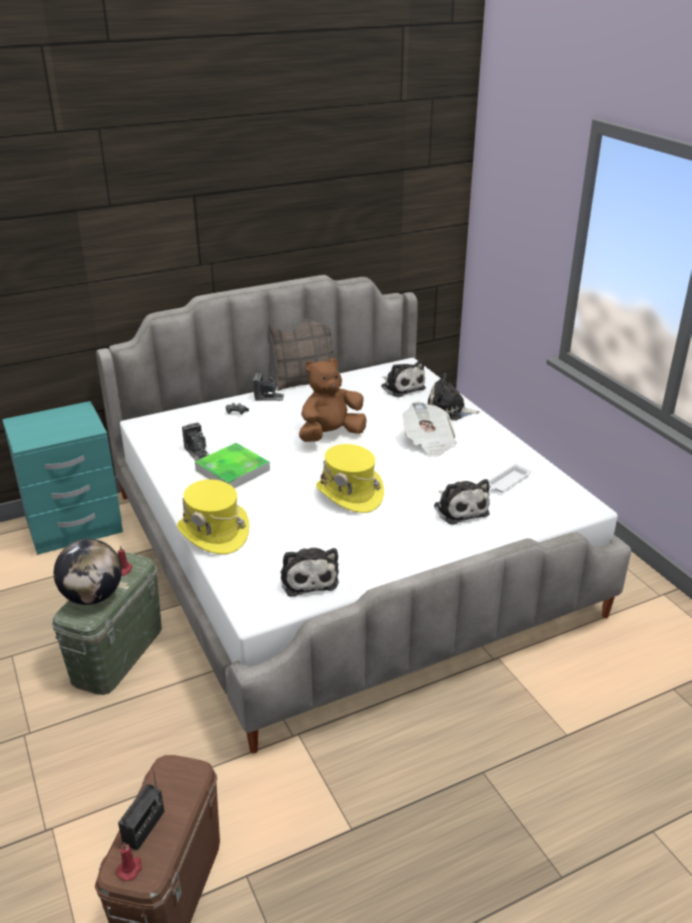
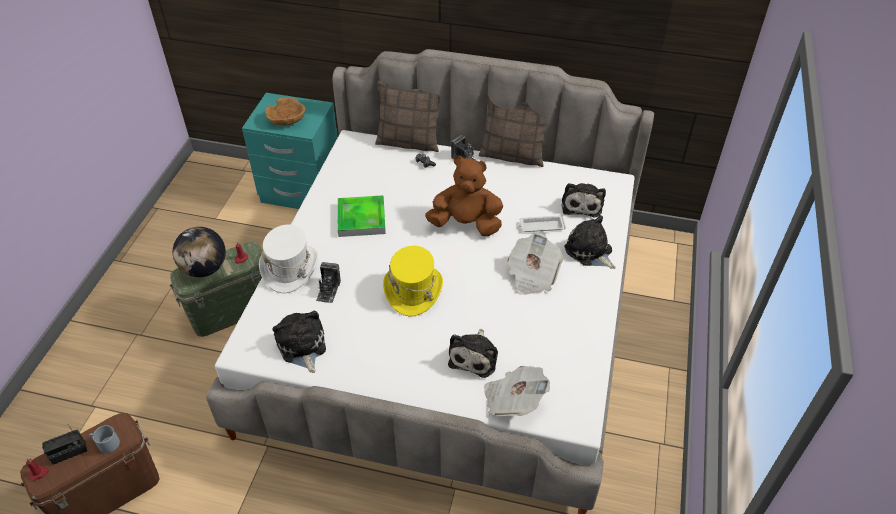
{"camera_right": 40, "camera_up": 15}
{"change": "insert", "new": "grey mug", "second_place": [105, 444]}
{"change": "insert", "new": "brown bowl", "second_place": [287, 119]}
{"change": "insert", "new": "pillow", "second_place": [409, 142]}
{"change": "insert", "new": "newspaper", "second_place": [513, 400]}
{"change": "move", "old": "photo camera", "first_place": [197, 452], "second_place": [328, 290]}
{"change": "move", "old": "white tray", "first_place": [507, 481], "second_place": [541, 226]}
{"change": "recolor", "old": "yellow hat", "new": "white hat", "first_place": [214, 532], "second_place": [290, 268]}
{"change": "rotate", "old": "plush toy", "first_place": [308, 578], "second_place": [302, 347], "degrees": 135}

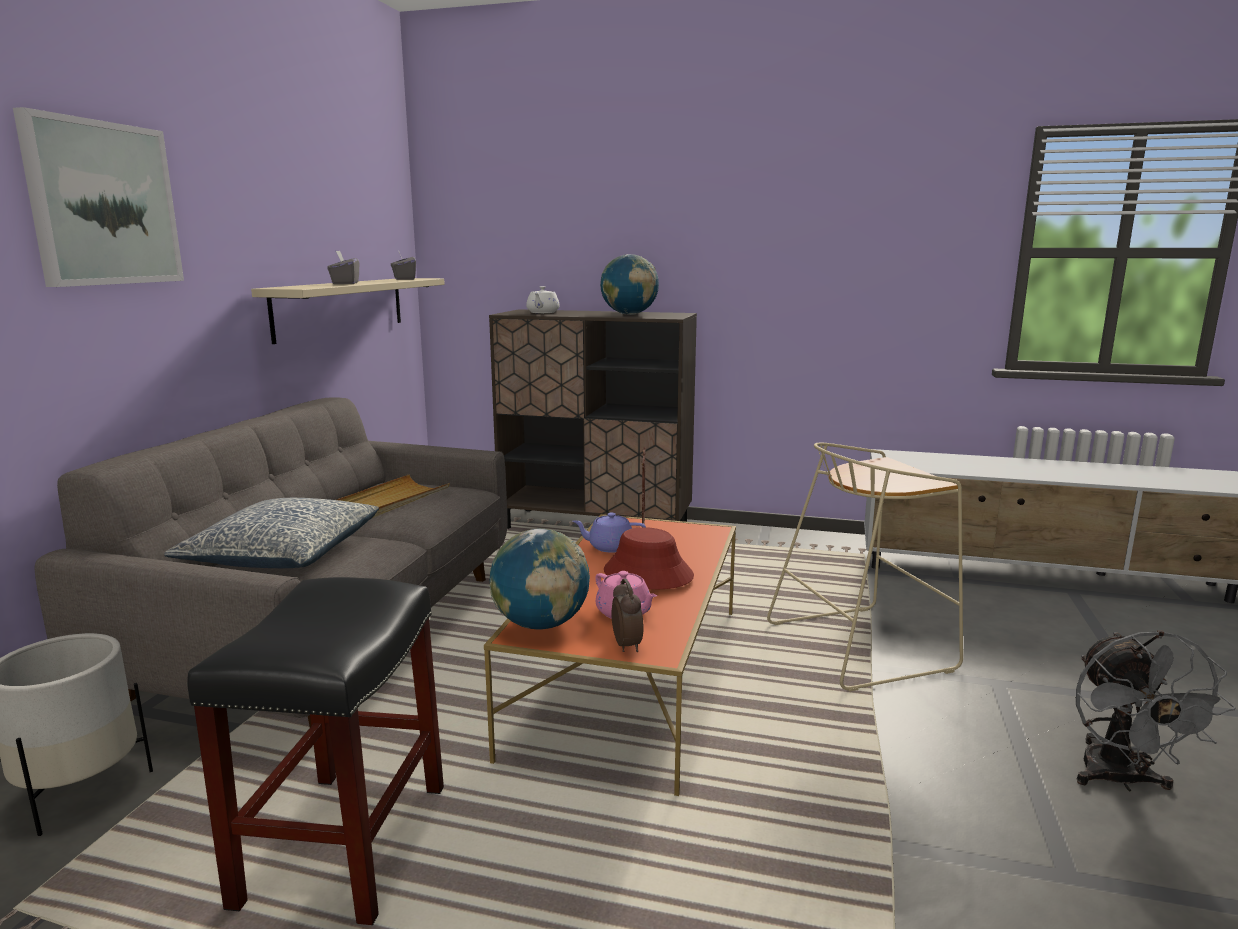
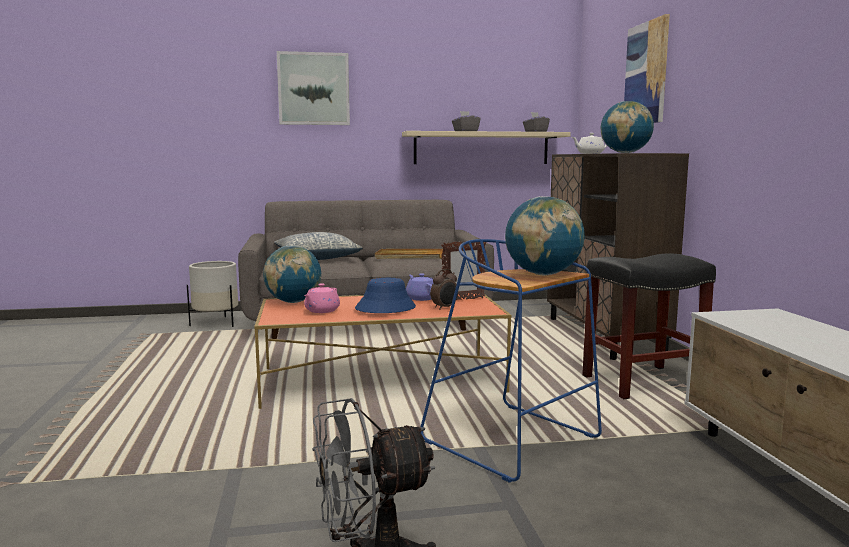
{"camera_right": 65, "camera_up": -5}
{"change": "insert", "new": "globe", "second_place": [543, 274]}
{"change": "insert", "new": "picture", "second_place": [646, 73]}
{"change": "move", "old": "black stool", "first_place": [344, 841], "second_place": [643, 381]}
{"change": "move", "old": "alarm clock", "first_place": [627, 645], "second_place": [444, 308]}
{"change": "recolor", "old": "red hat", "new": "blue hat", "first_place": [647, 574], "second_place": [385, 308]}
{"change": "recolor", "old": "beige stool", "new": "blue stool", "first_place": [861, 645], "second_place": [514, 440]}

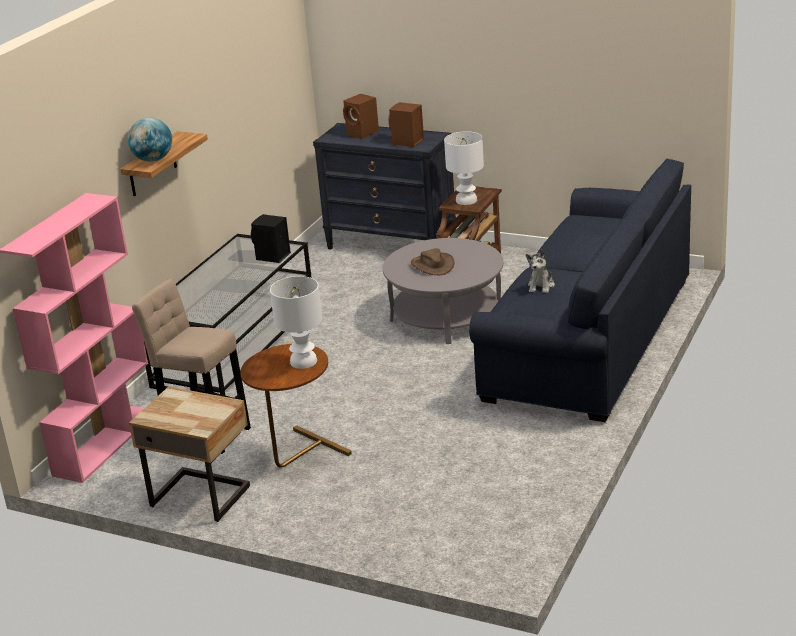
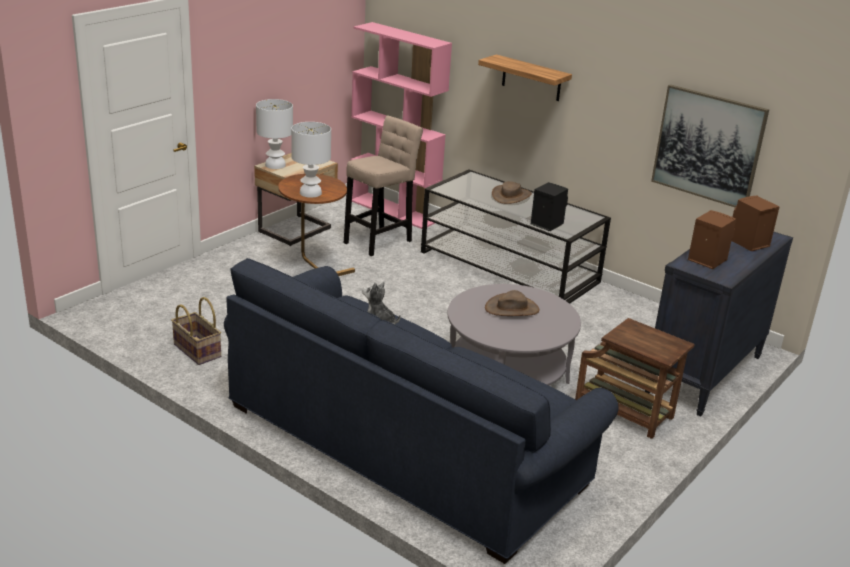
{"camera_right": 100, "camera_up": 0}
{"change": "delete", "old": "globe", "first_place": [153, 160]}
{"change": "insert", "new": "basket", "second_place": [196, 351]}
{"change": "insert", "new": "brown hat", "second_place": [511, 196]}
{"change": "insert", "new": "picture", "second_place": [708, 146]}
{"change": "move", "old": "white table lamp", "first_place": [467, 200], "second_place": [275, 165]}

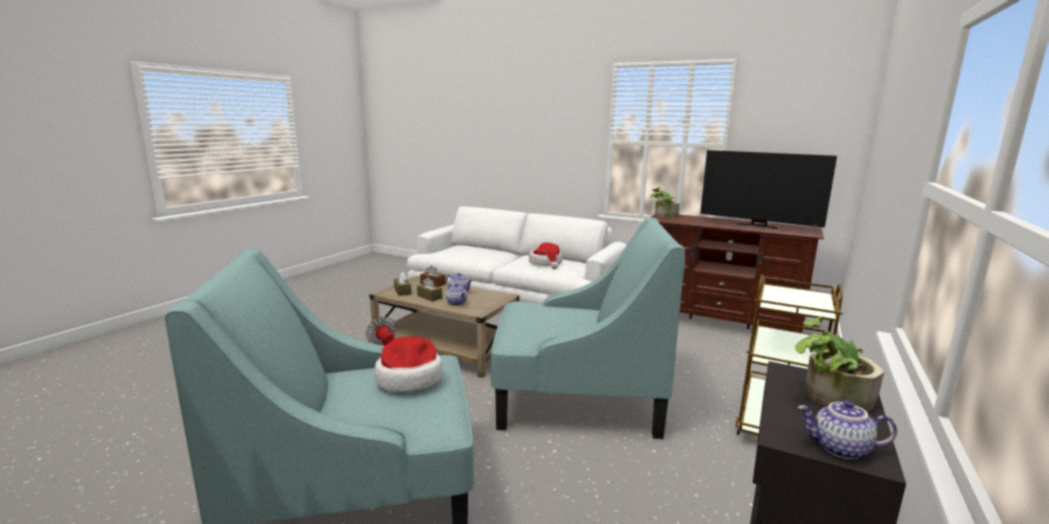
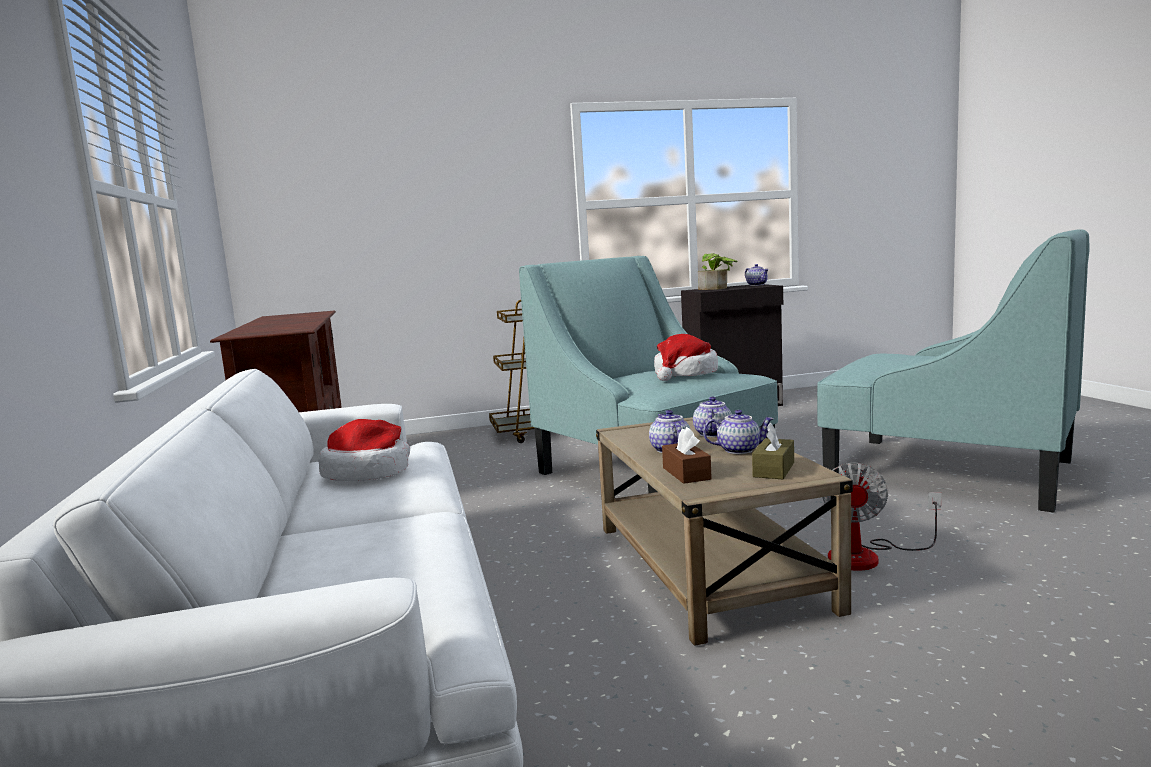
{"camera_right": -130, "camera_up": -5}
{"change": "delete", "old": "potted plant", "first_place": [663, 216]}
{"change": "delete", "old": "television", "first_place": [758, 226]}
{"change": "move", "old": "hat", "first_place": [409, 378], "second_place": [685, 374]}
{"change": "replace", "old": "brown tissue box", "new": "teapot", "first_place": [429, 297], "second_place": [739, 450]}

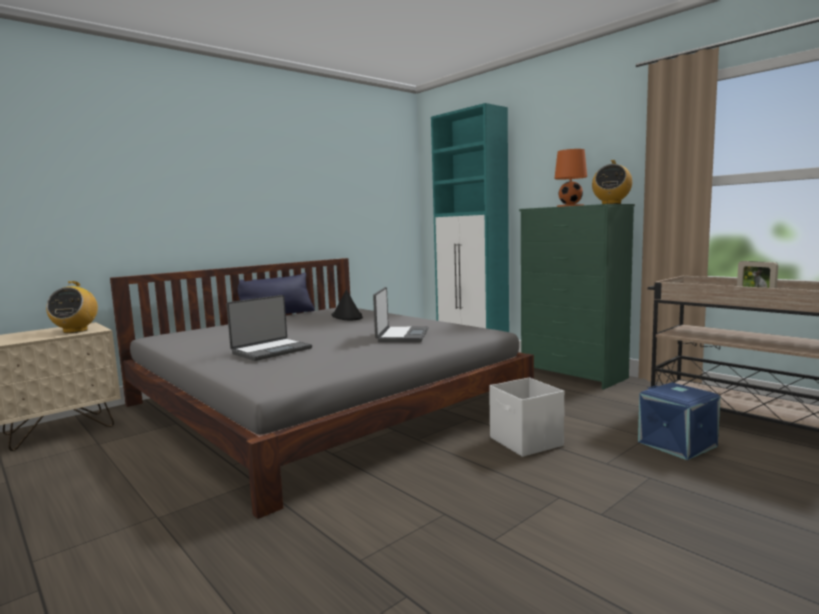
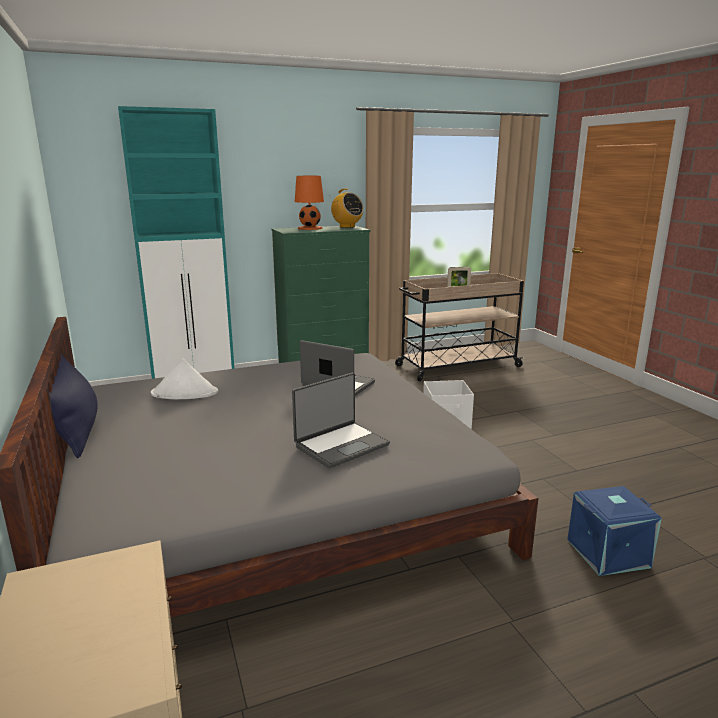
{"camera_right": -70, "camera_up": 10}
{"change": "delete", "old": "radio", "first_place": [75, 331]}
{"change": "move", "old": "blue storage box", "first_place": [678, 444], "second_place": [607, 552]}
{"change": "recolor", "old": "black hat", "new": "white hat", "first_place": [347, 316], "second_place": [185, 393]}
{"change": "rotate", "old": "laptop", "first_place": [271, 350], "second_place": [341, 445], "degrees": 75}

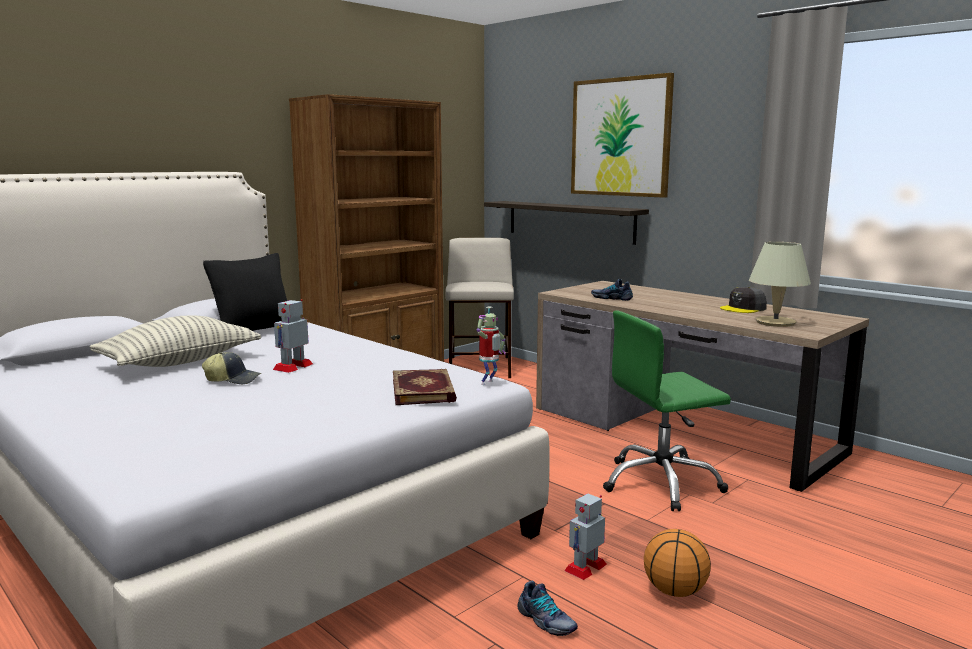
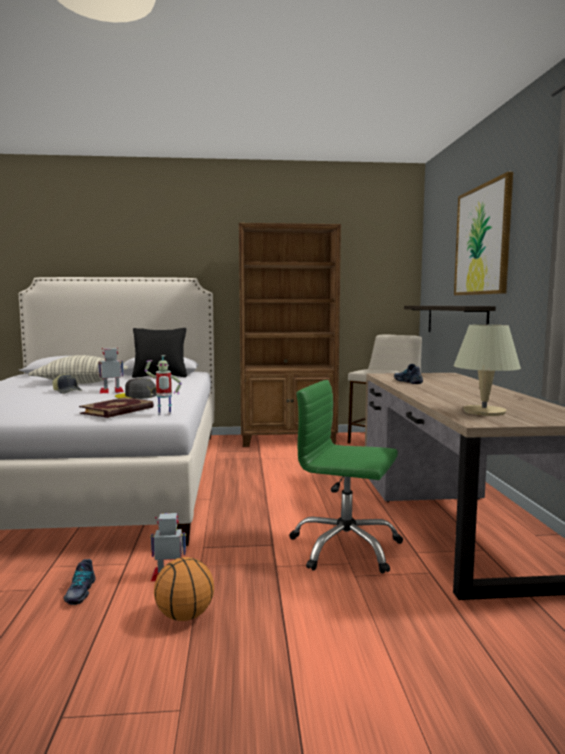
{"camera_right": 40, "camera_up": -5}
{"change": "move", "old": "grey cap", "first_place": [743, 308], "second_place": [136, 396]}

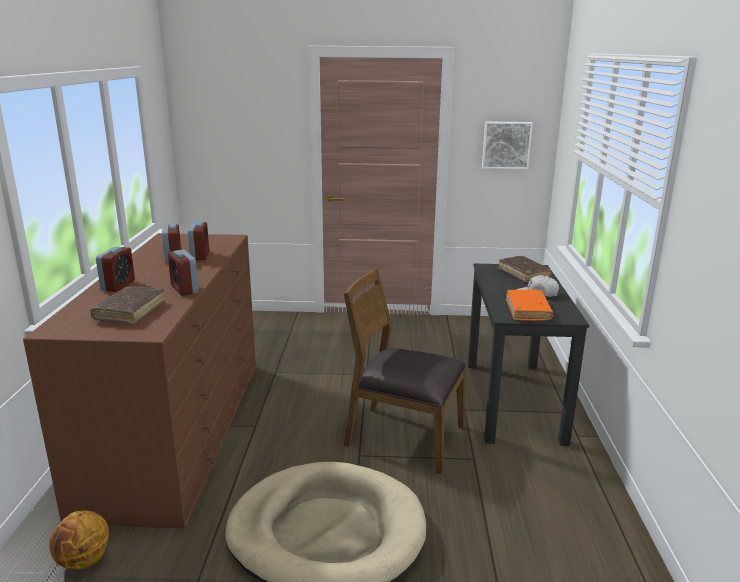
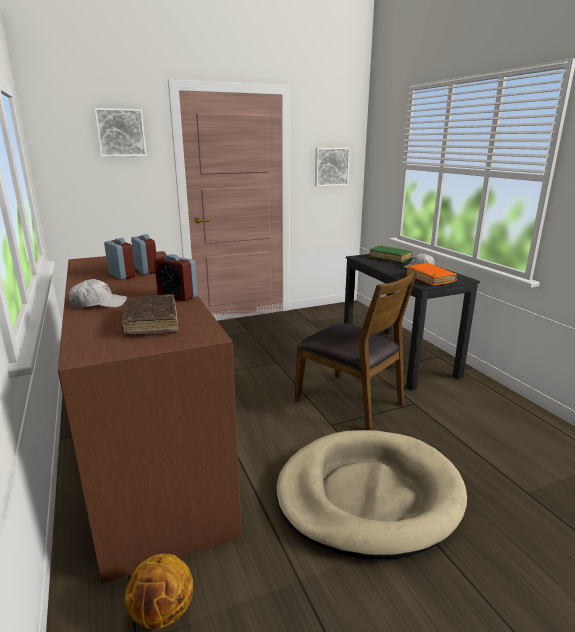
{"camera_right": -25, "camera_up": 0}
{"change": "insert", "new": "picture", "second_place": [121, 132]}
{"change": "replace", "old": "alarm clock", "new": "white cap", "first_place": [118, 286], "second_place": [98, 304]}
{"change": "recolor", "old": "brown book", "new": "green book", "first_place": [524, 274], "second_place": [390, 258]}
{"change": "rotate", "old": "brown chair", "first_place": [403, 437], "second_place": [350, 401], "degrees": -135}

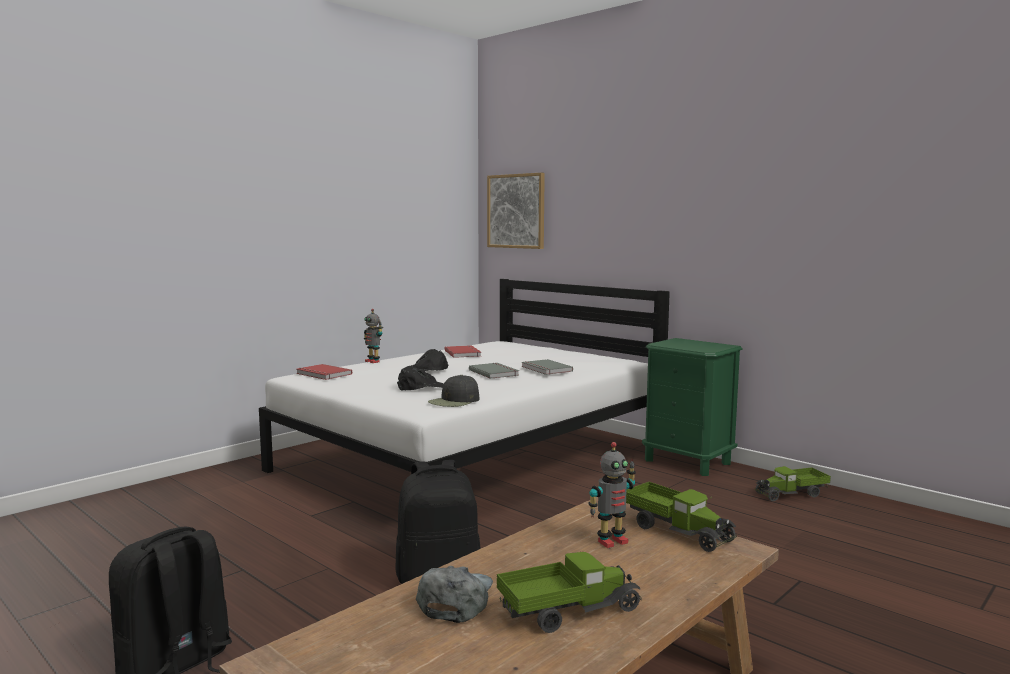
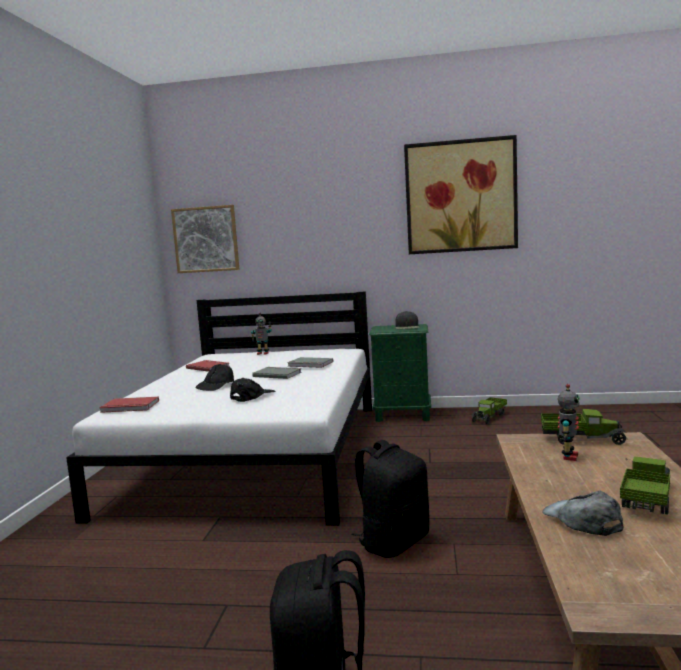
{"camera_right": -35, "camera_up": 0}
{"change": "insert", "new": "picture", "second_place": [460, 196]}
{"change": "move", "old": "toy robot", "first_place": [373, 361], "second_place": [263, 353]}
{"change": "move", "old": "black cap", "first_place": [454, 401], "second_place": [407, 327]}

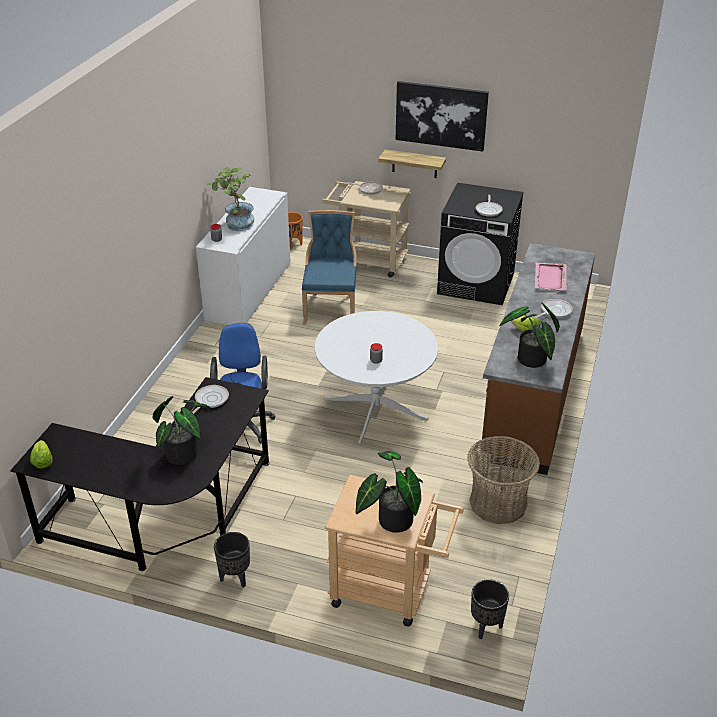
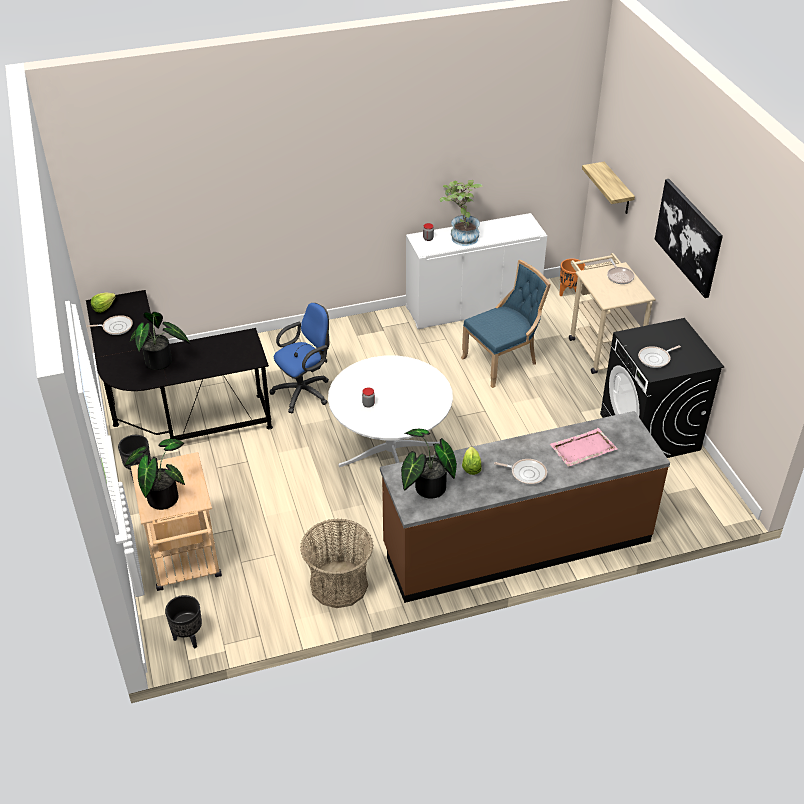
{"camera_right": 55, "camera_up": 5}
{"change": "move", "old": "frying pan", "first_place": [210, 400], "second_place": [116, 327]}
{"change": "move", "old": "shelf", "first_place": [414, 164], "second_place": [617, 189]}

